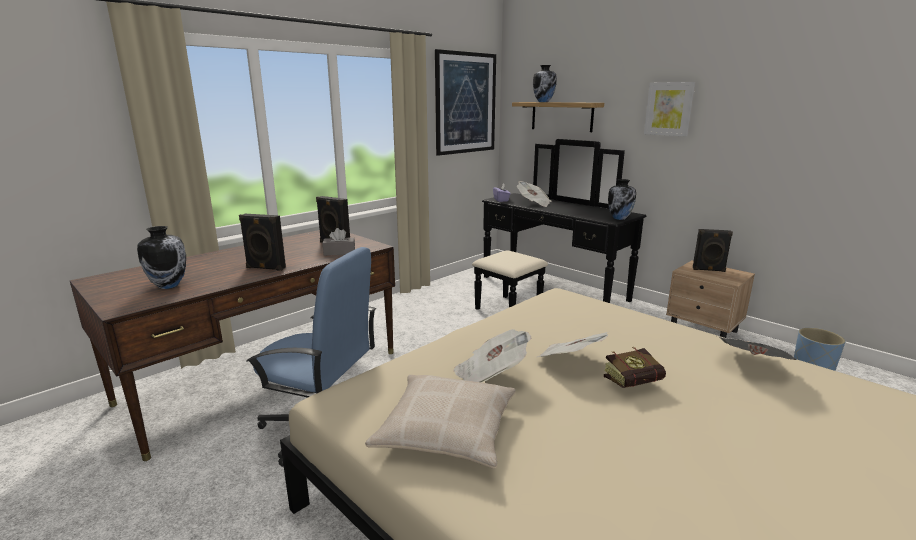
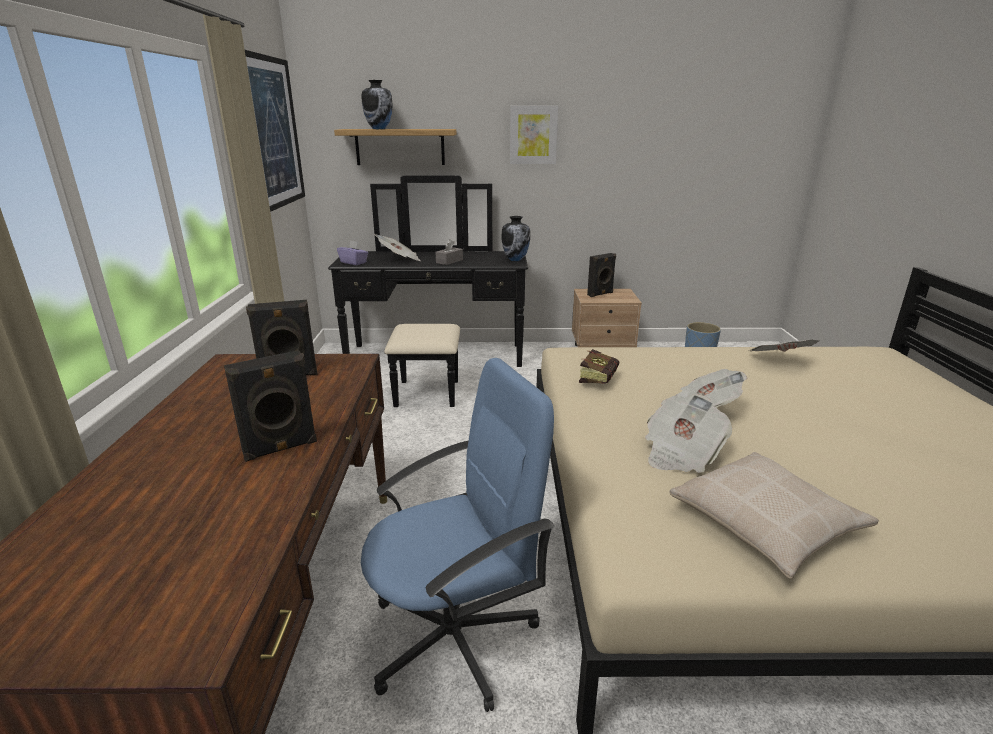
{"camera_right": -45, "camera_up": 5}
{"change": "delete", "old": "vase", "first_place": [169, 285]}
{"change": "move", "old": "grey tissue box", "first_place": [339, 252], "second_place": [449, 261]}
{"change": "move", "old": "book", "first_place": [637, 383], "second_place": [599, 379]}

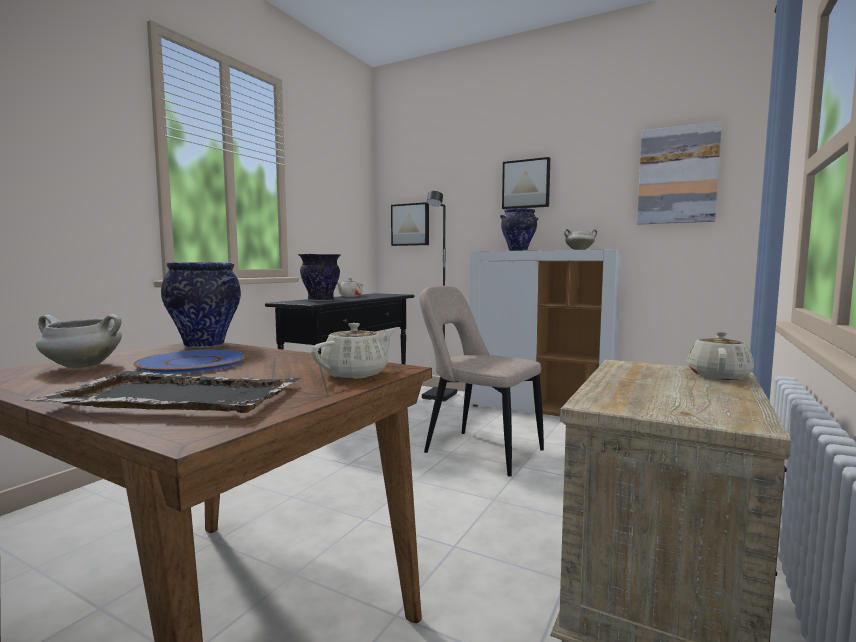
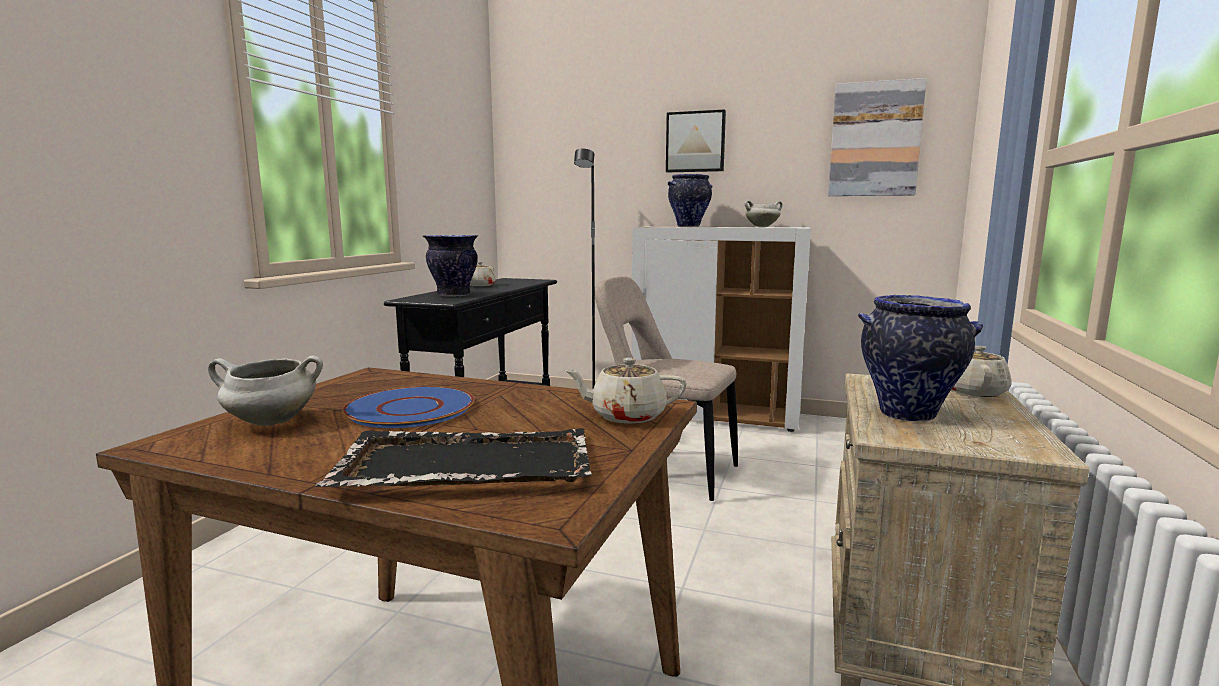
{"camera_right": -10, "camera_up": 5}
{"change": "delete", "old": "picture", "first_place": [410, 224]}
{"change": "move", "old": "vase", "first_place": [205, 345], "second_place": [909, 414]}
{"change": "rotate", "old": "beige teapot", "first_place": [356, 374], "second_place": [626, 416], "degrees": -120}

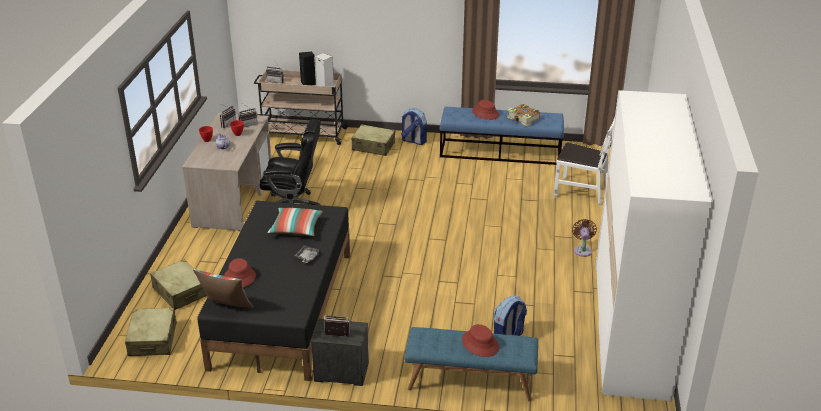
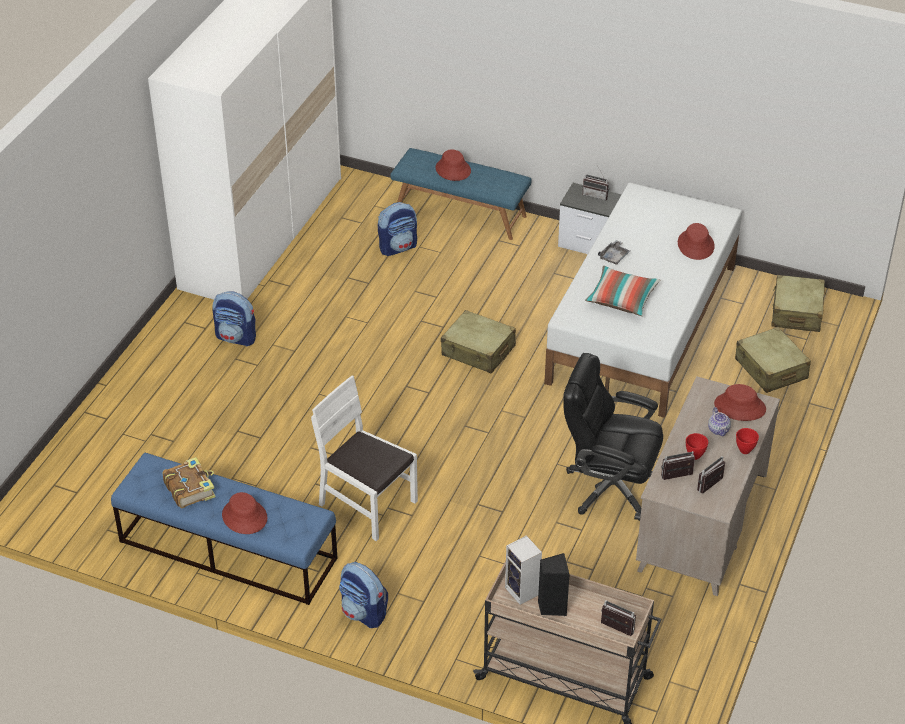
{"camera_right": -165, "camera_up": 10}
{"change": "delete", "old": "pillow", "first_place": [226, 308]}
{"change": "insert", "new": "red hat", "second_place": [739, 407]}
{"change": "move", "old": "beige suitcase", "first_place": [373, 146], "second_place": [478, 351]}
{"change": "move", "old": "white chair", "first_place": [580, 191], "second_place": [367, 504]}
{"change": "replace", "old": "brown fan", "new": "backpack", "first_place": [582, 250], "second_place": [236, 337]}
{"change": "recolor", "old": "black bed", "new": "white bed", "first_place": [282, 309], "second_place": [644, 323]}

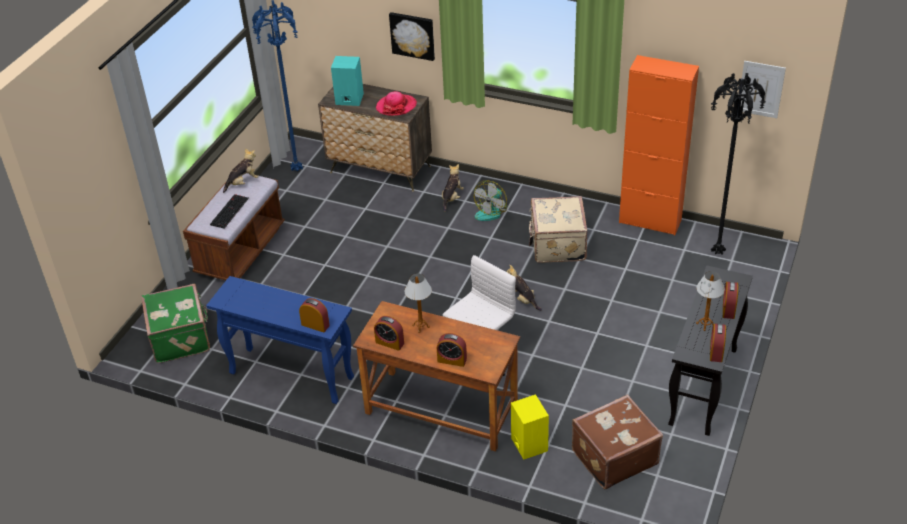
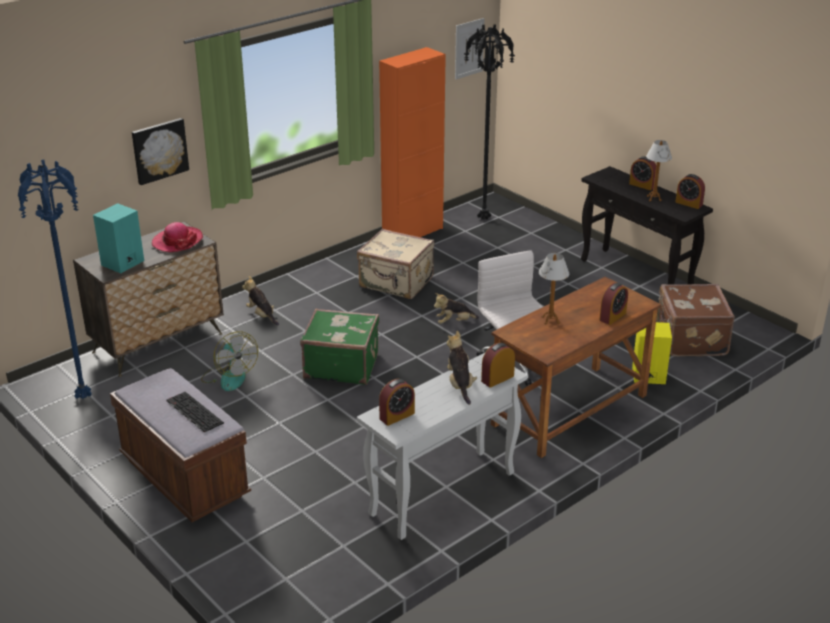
{"camera_right": -65, "camera_up": -10}
{"change": "move", "old": "green suitcase", "first_place": [181, 337], "second_place": [341, 365]}
{"change": "move", "old": "plush toy", "first_place": [243, 183], "second_place": [460, 385]}
{"change": "move", "old": "alarm clock", "first_place": [389, 343], "second_place": [397, 416]}
{"change": "move", "old": "fan", "first_place": [491, 211], "second_place": [229, 376]}
{"change": "recolor", "old": "blue console table", "new": "white console table", "first_place": [290, 375], "second_place": [442, 494]}

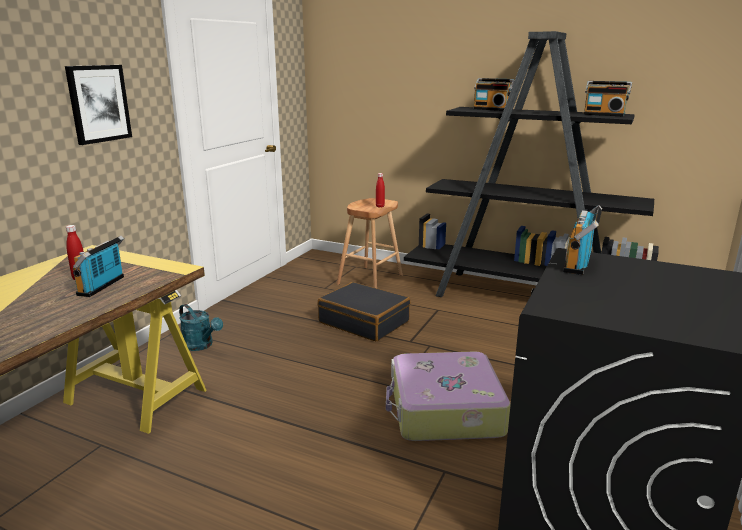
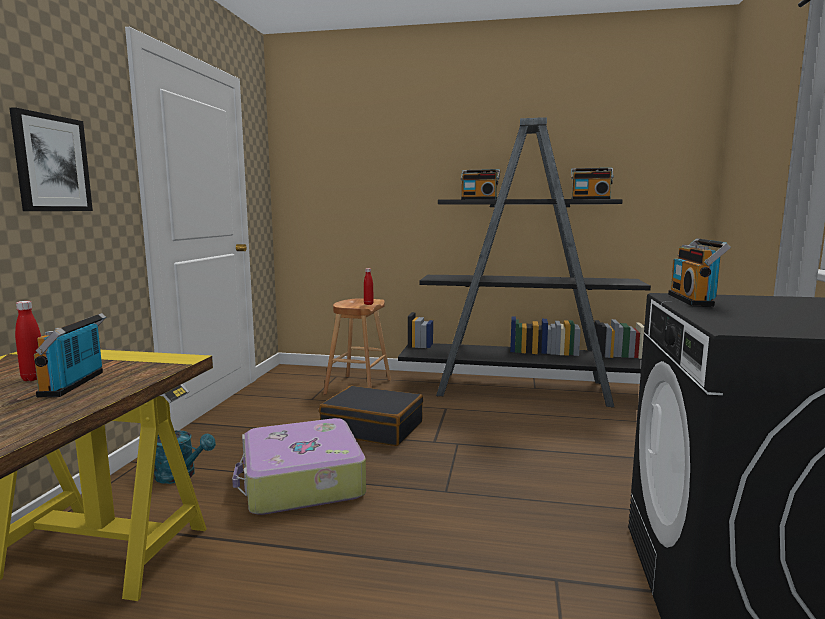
{"camera_right": -15, "camera_up": -10}
{"change": "move", "old": "suitcase", "first_place": [444, 410], "second_place": [301, 482]}

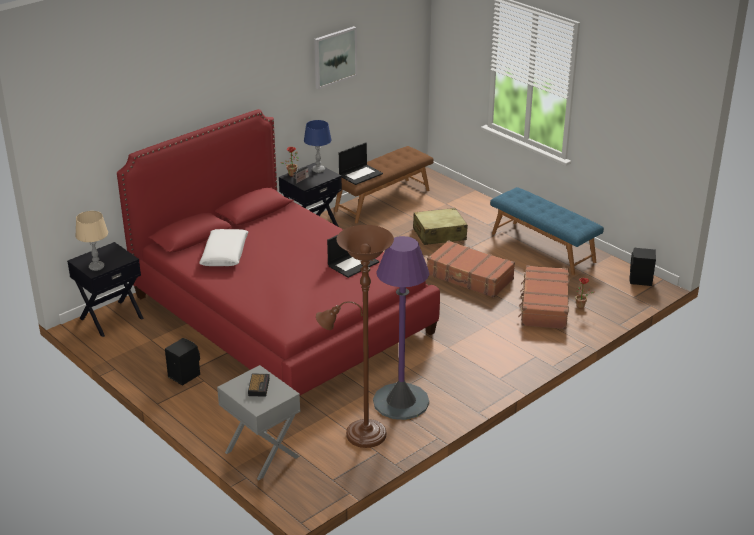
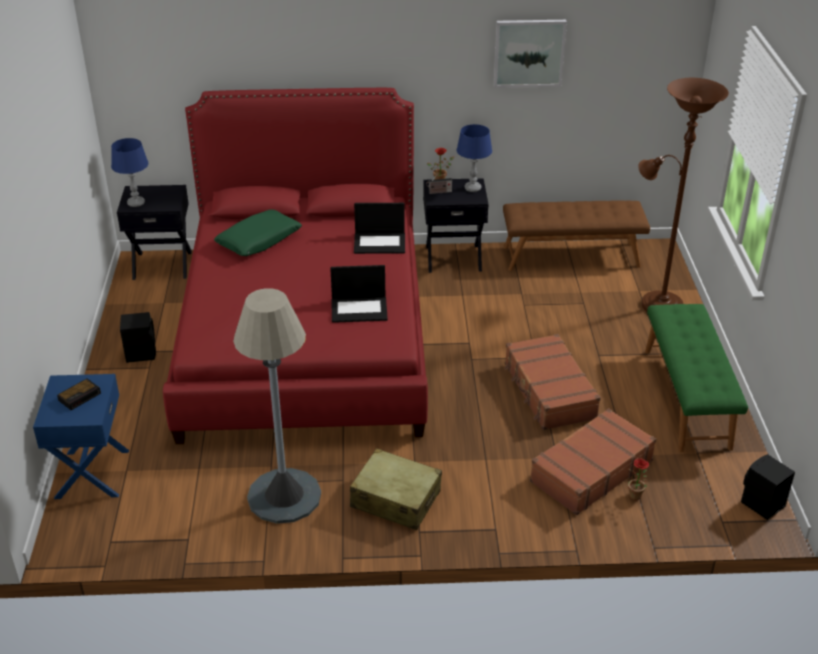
{"camera_right": 40, "camera_up": 5}
{"change": "move", "old": "brown floor lamp", "first_place": [360, 434], "second_place": [657, 303]}
{"change": "move", "old": "laptop", "first_place": [360, 174], "second_place": [380, 243]}
{"change": "move", "old": "beige suitcase", "first_place": [439, 234], "second_place": [395, 499]}
{"change": "recolor", "old": "beige table lamp", "new": "blue table lamp", "first_place": [96, 267], "second_place": [136, 203]}
{"change": "recolor", "old": "white pillow", "new": "green pillow", "first_place": [225, 254], "second_place": [259, 240]}
{"change": "recolor", "old": "grey nightstand", "new": "blue nightstand", "first_place": [261, 455], "second_place": [91, 474]}
{"change": "recolor", "old": "purple floor lamp", "new": "grey floor lamp", "first_place": [401, 402], "second_place": [284, 496]}
{"change": "recolor", "old": "blue bench", "new": "green bench", "first_place": [543, 247], "second_place": [687, 398]}

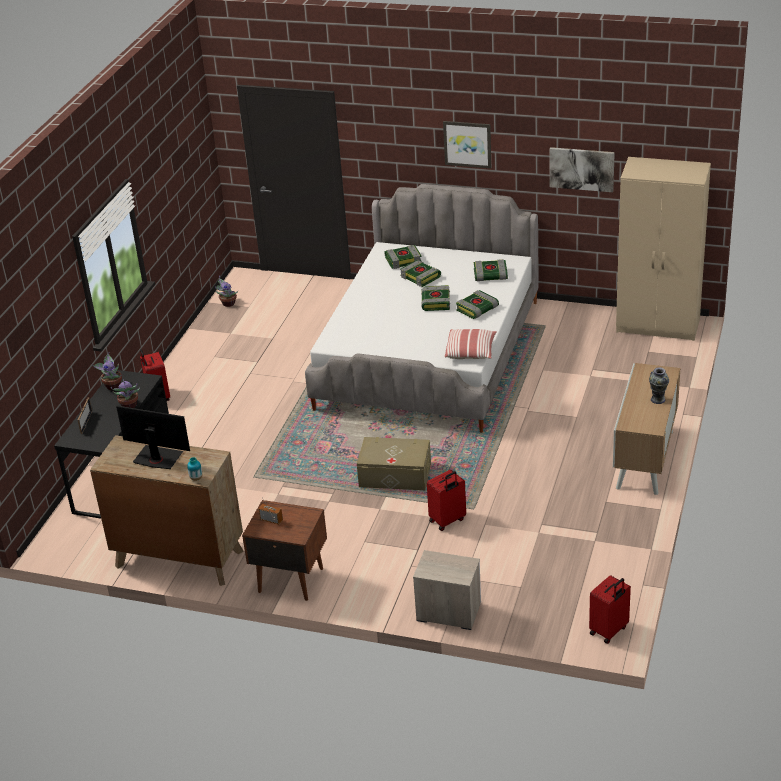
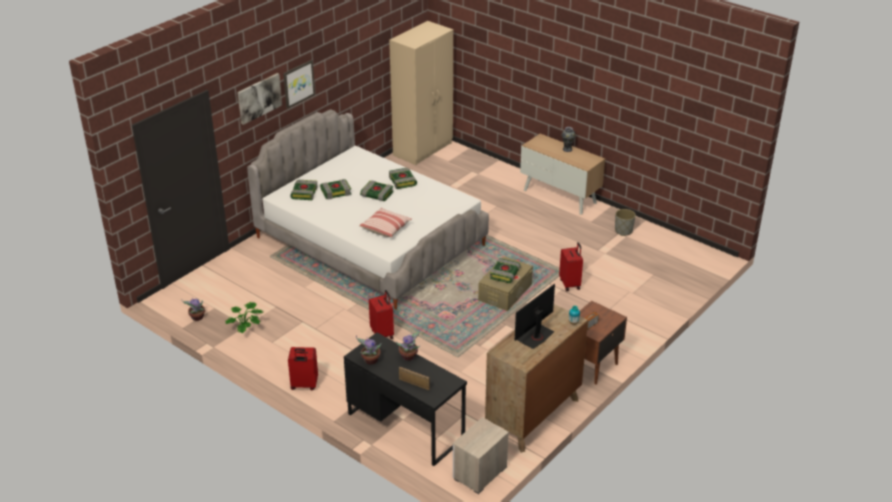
{"camera_right": -70, "camera_up": 0}
{"change": "insert", "new": "potted plant", "second_place": [246, 329]}
{"change": "insert", "new": "grey planter", "second_place": [623, 231]}
{"change": "move", "old": "nightstand", "first_place": [447, 611], "second_place": [479, 473]}
{"change": "move", "old": "pillow", "first_place": [471, 351], "second_place": [386, 228]}
{"change": "move", "old": "book", "first_place": [490, 275], "second_place": [505, 274]}
{"change": "move", "old": "picture", "first_place": [581, 169], "second_place": [259, 98]}
{"change": "move", "old": "red suitcase", "first_place": [609, 631], "second_place": [382, 334]}

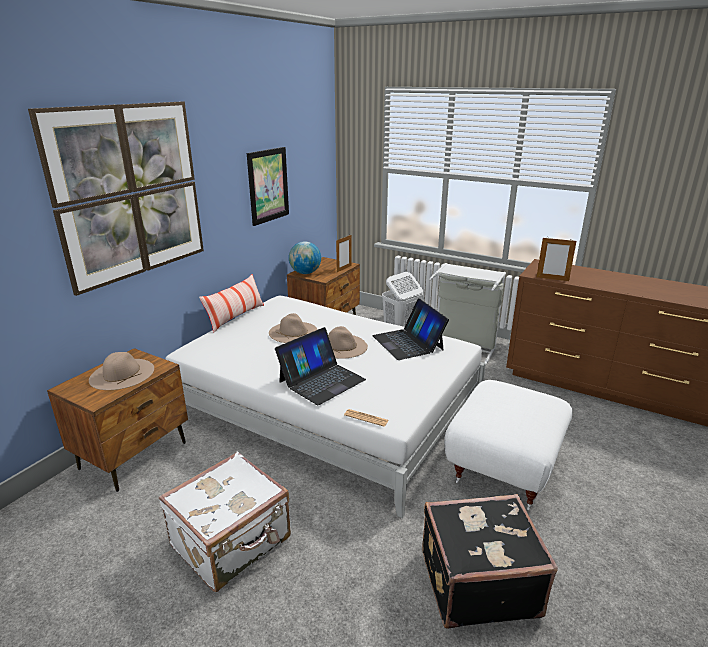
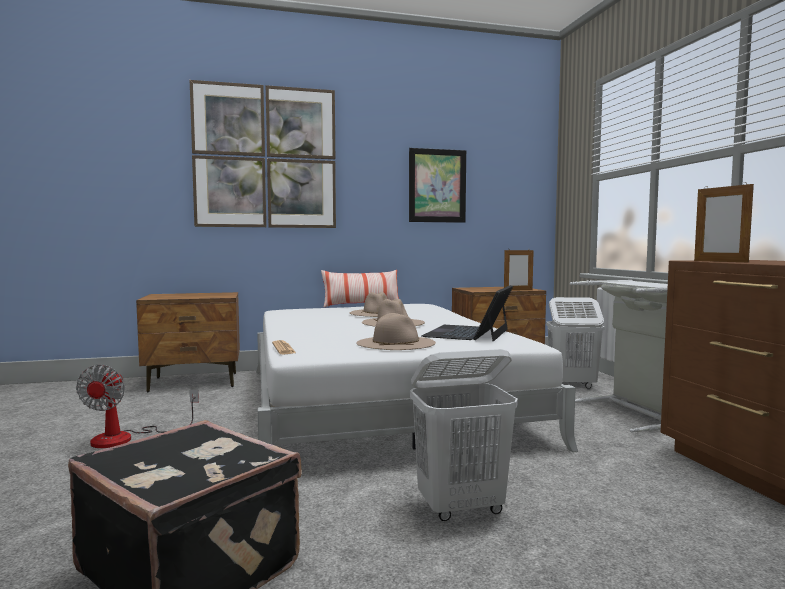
{"camera_right": 45, "camera_up": -20}
{"change": "delete", "old": "laptop", "first_place": [321, 380]}
{"change": "delete", "old": "globe", "first_place": [305, 273]}
{"change": "move", "old": "beige hat", "first_place": [122, 374], "second_place": [396, 343]}
{"change": "replace", "old": "white suitcase", "new": "fan", "first_place": [232, 543], "second_place": [126, 438]}
{"change": "replace", "old": "white ottoman", "new": "white laundry basket", "first_place": [503, 465], "second_place": [461, 508]}

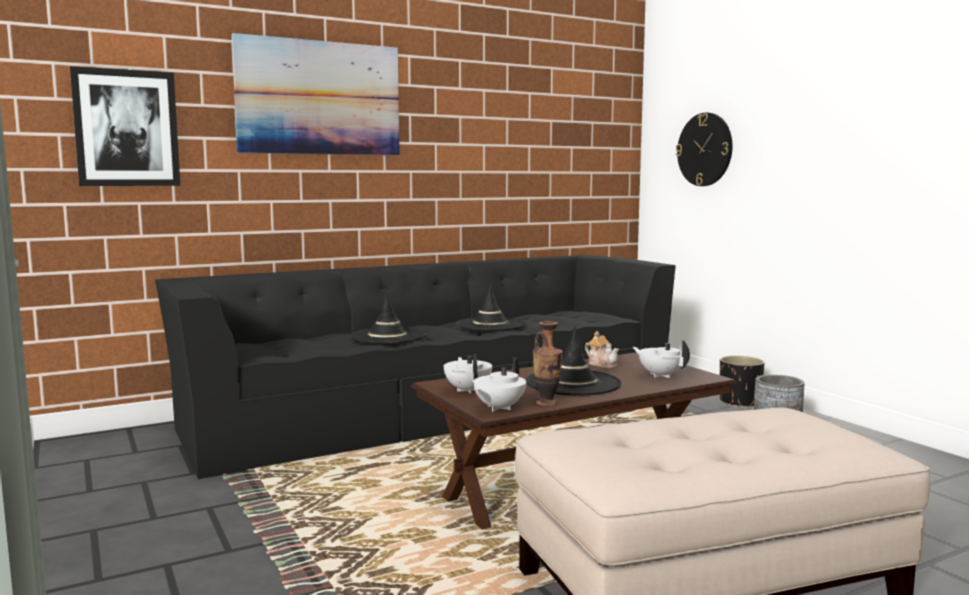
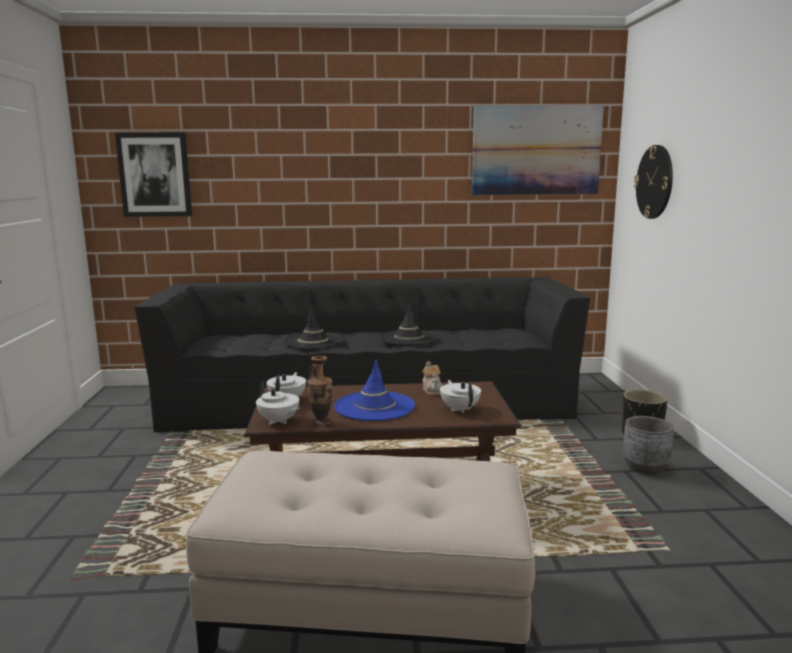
{"camera_right": 25, "camera_up": 5}
{"change": "move", "old": "picture", "first_place": [319, 98], "second_place": [536, 151]}
{"change": "recolor", "old": "black hat", "new": "blue hat", "first_place": [573, 383], "second_place": [374, 406]}
{"change": "rotate", "old": "white teapot", "first_place": [498, 408], "second_place": [278, 421], "degrees": -105}

